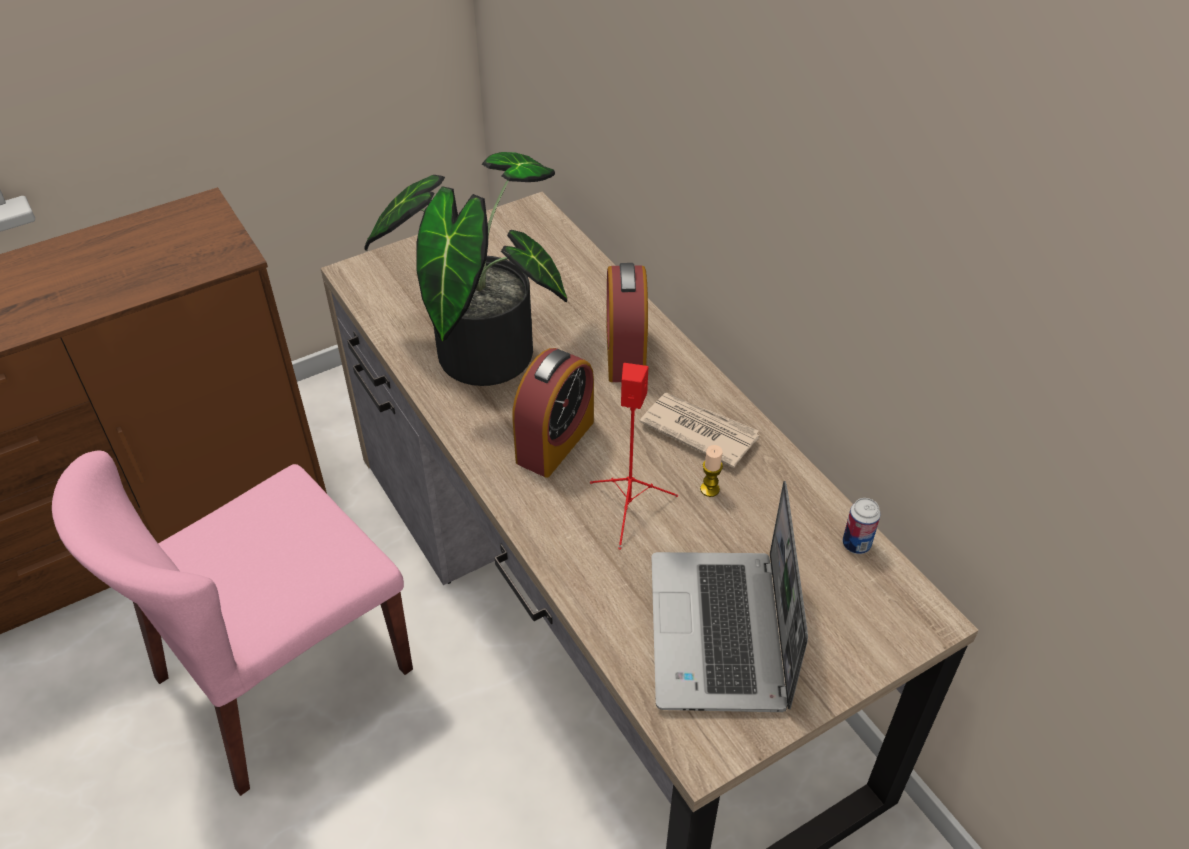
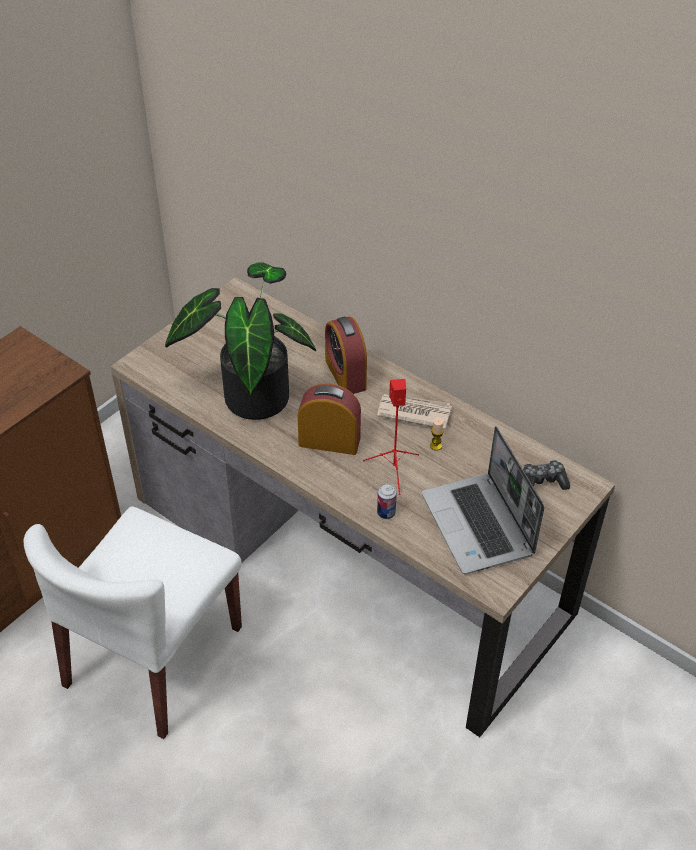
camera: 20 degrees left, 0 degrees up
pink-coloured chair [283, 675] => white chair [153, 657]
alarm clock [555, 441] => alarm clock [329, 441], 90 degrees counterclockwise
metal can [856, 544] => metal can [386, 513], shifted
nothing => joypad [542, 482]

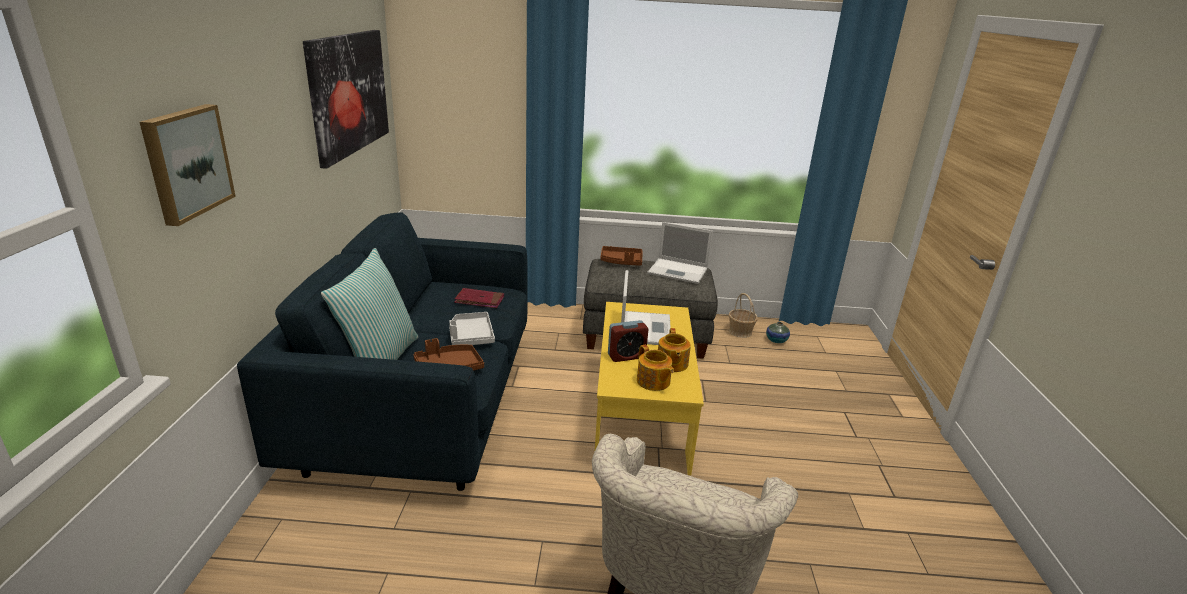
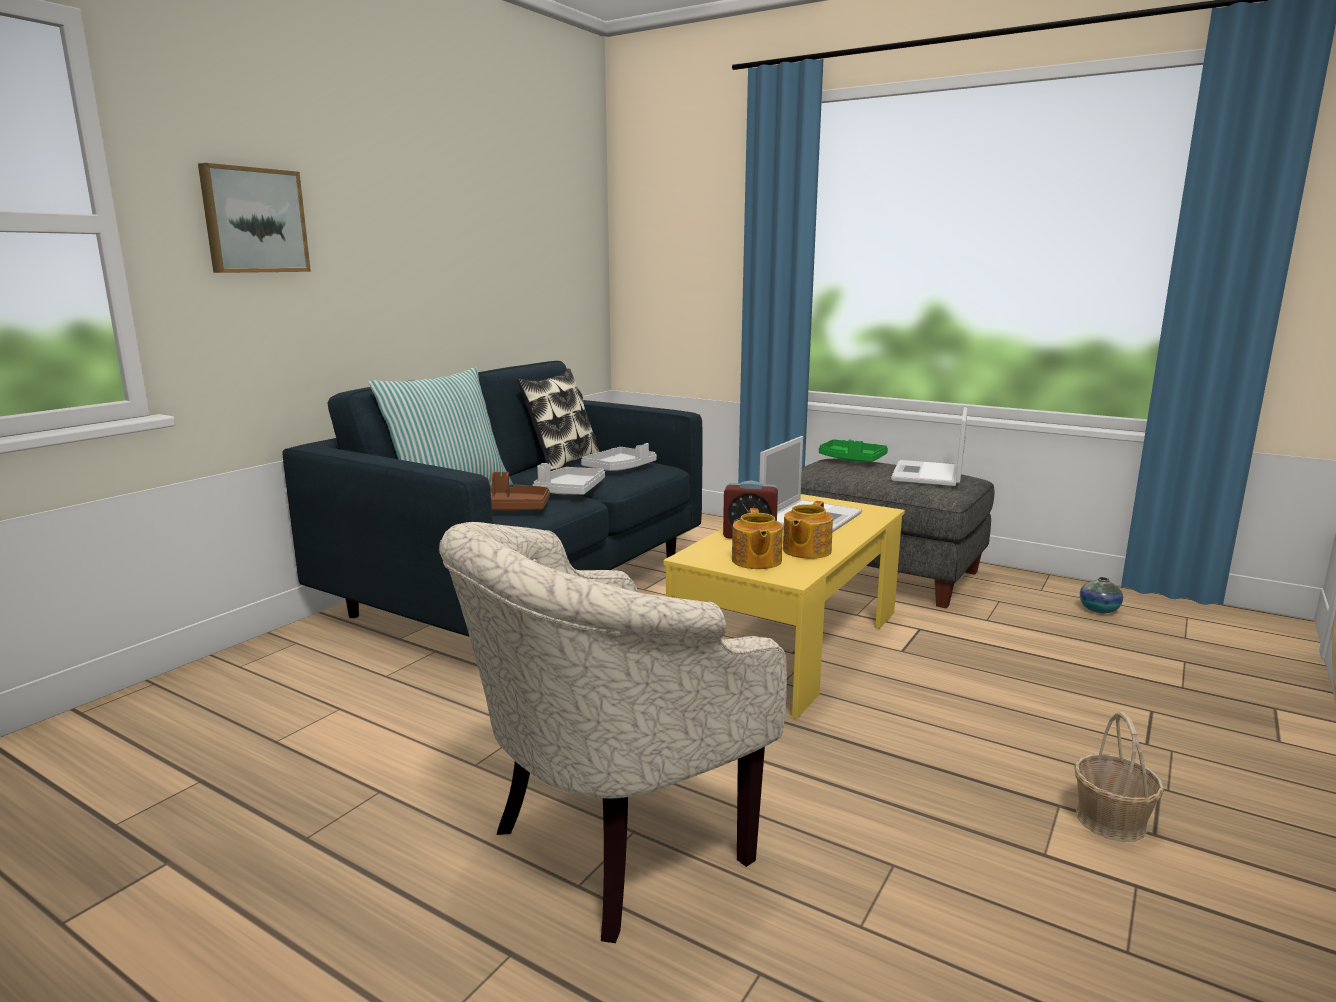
camera: 30 degrees right, 10 degrees down
nothing => throw pillow [562, 462]
red book [479, 300] => grey serving tray [620, 469]
brown serving tray [621, 262] => green-coloured serving tray [851, 460]
portable computer [679, 271] => portable computer [928, 474], 60 degrees clockwise
basket [740, 332] => basket [1110, 821], shifted
picture [348, 93] => nothing

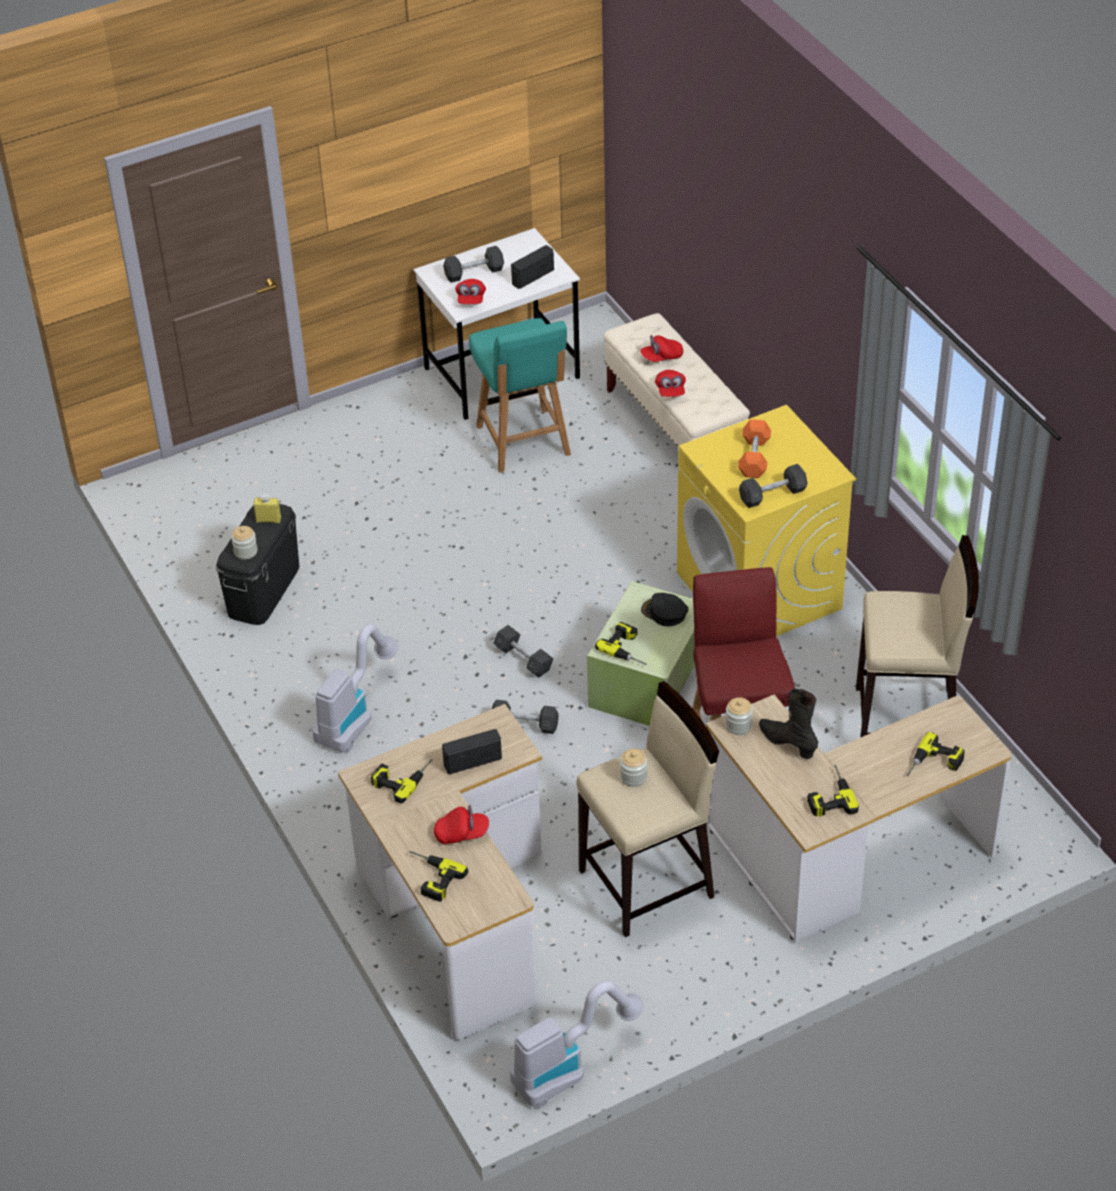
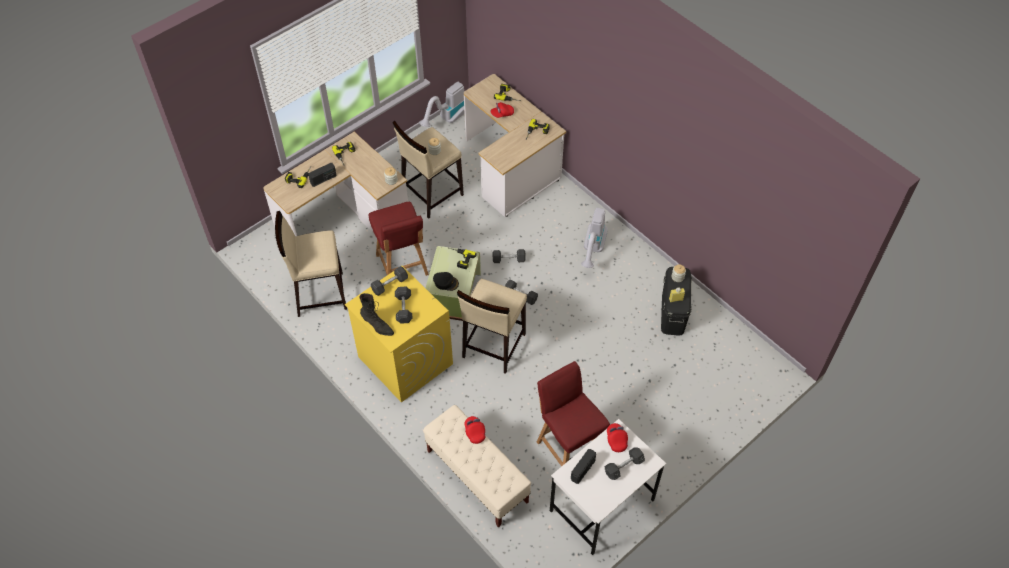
camera: 165 degrees right, 10 degrees up
radio set [472, 761] => radio set [323, 179], shifted
black tall boot [787, 743] => black tall boot [377, 326], shifted
orange free weight [754, 457] => grey free weight [404, 308]
nothing => beige-coloured stool [493, 346]
blue-green chair [523, 442] => red chair [568, 447]
red peaked cap [661, 357] => nothing

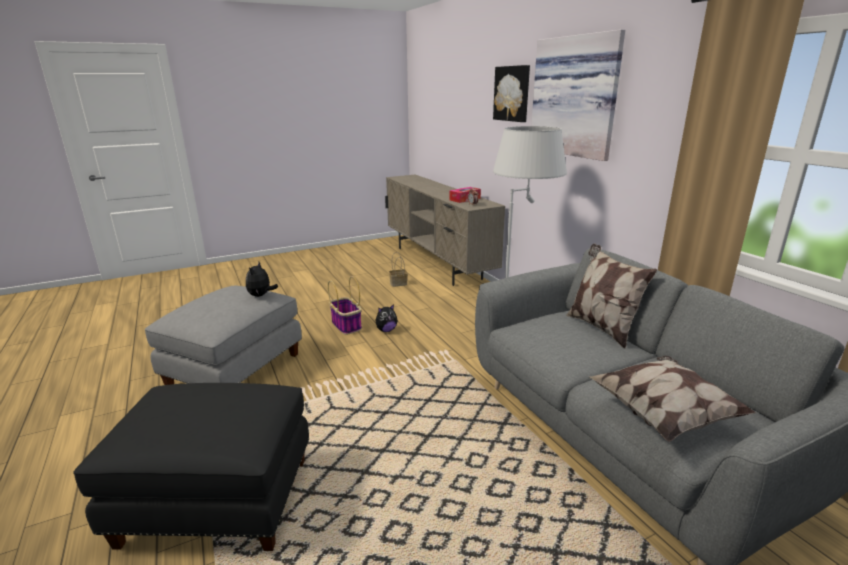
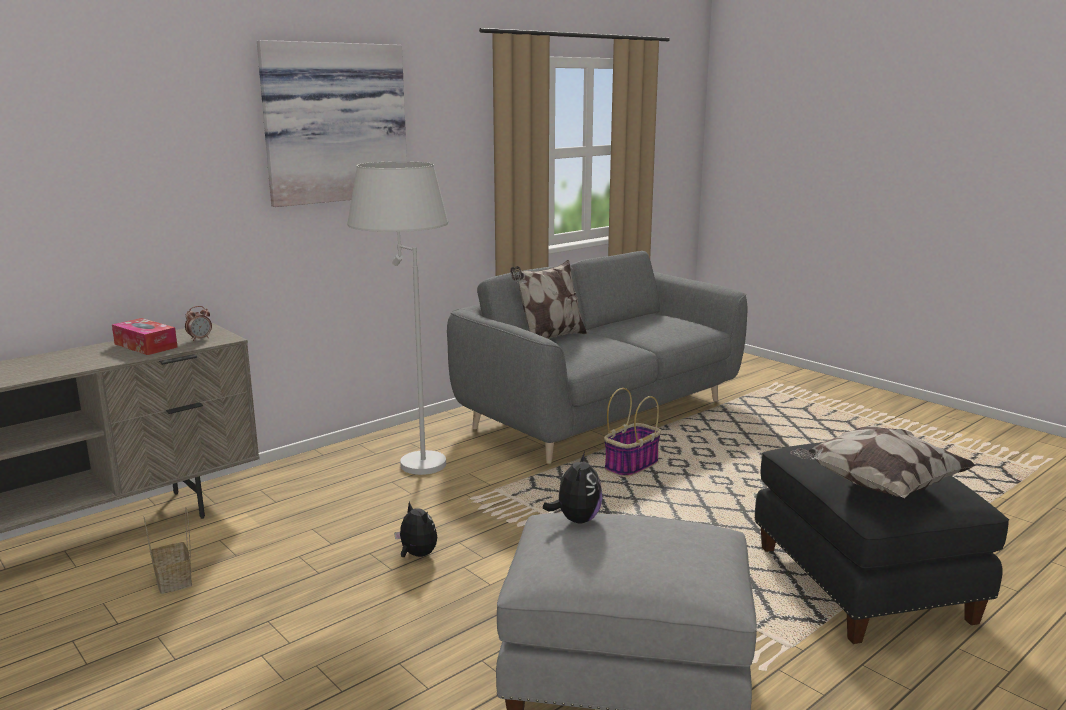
camera: 105 degrees left, 5 degrees down
plush toy [261, 295] => plush toy [576, 520], 75 degrees counterclockwise
basket [347, 325] => basket [631, 465], shifted
throw pillow [663, 414] => throw pillow [877, 486], shifted
picture [512, 93] => nothing

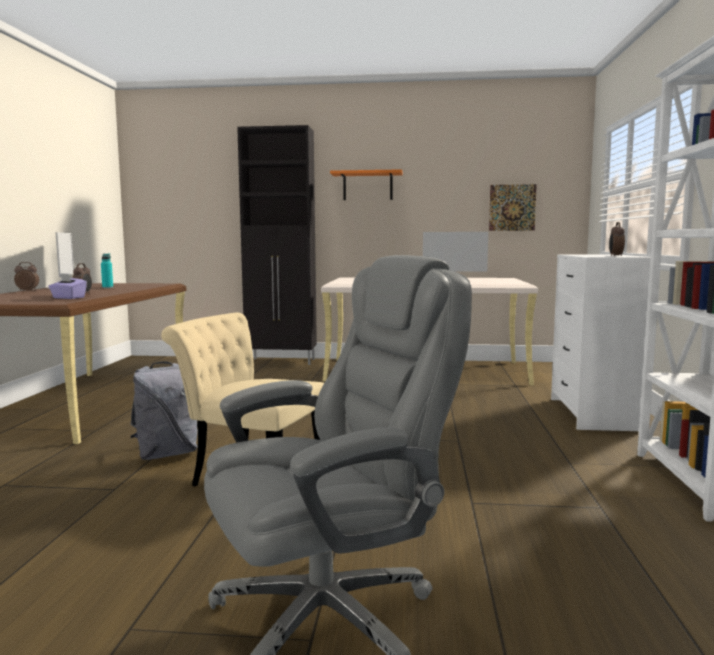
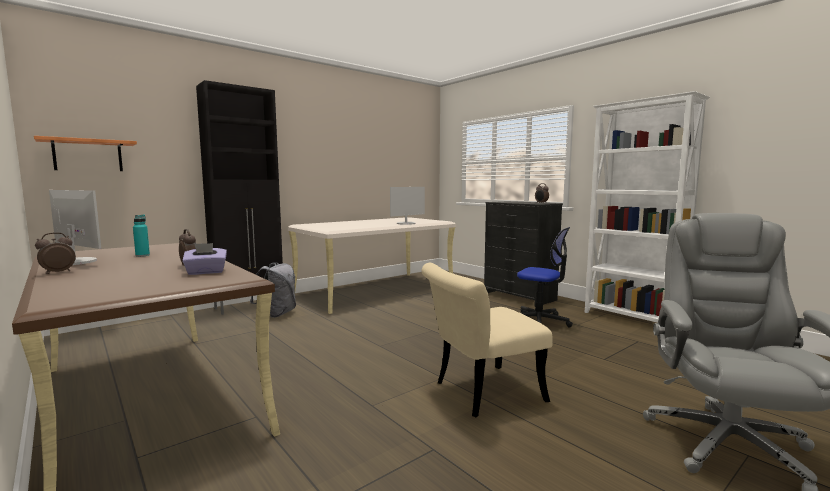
camera: 45 degrees left, 0 degrees up
orange bracket shelf [367, 186] => orange bracket shelf [88, 155], shifted
grey knapsack [167, 454] => grey knapsack [277, 314], shifted
white drawer chest [592, 414] => black drawer chest [519, 297]
nothing => office chair [540, 321]
picture [512, 207] => nothing

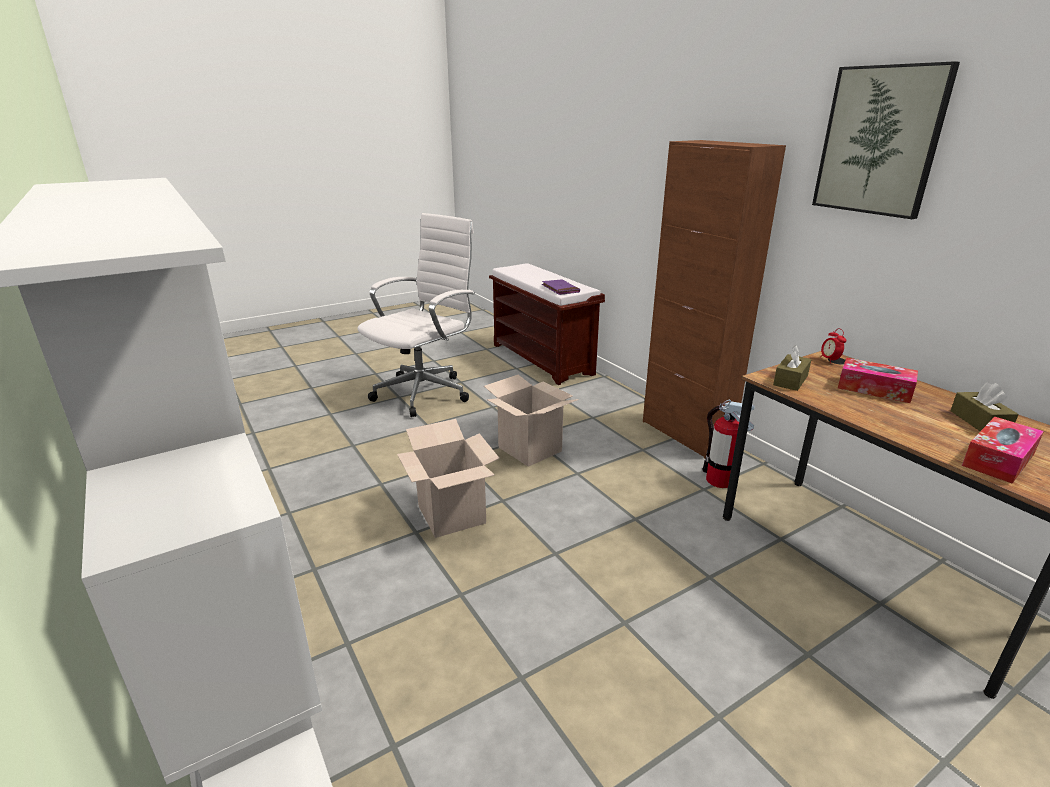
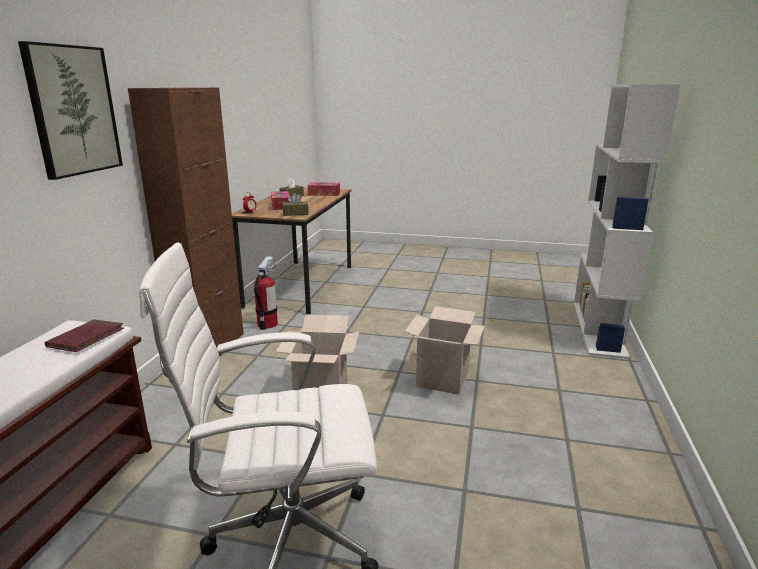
camera: 135 degrees left, 5 degrees down
picture [880, 141] => picture [73, 110], shifted
purplish book [560, 289] => red book [86, 338]

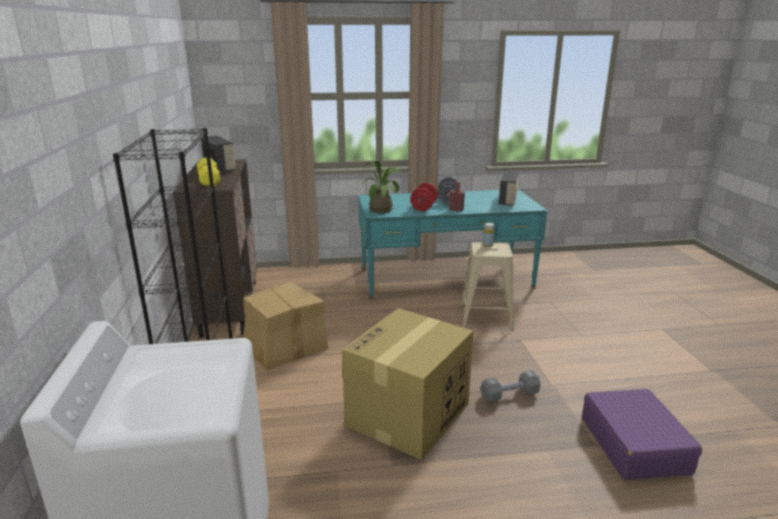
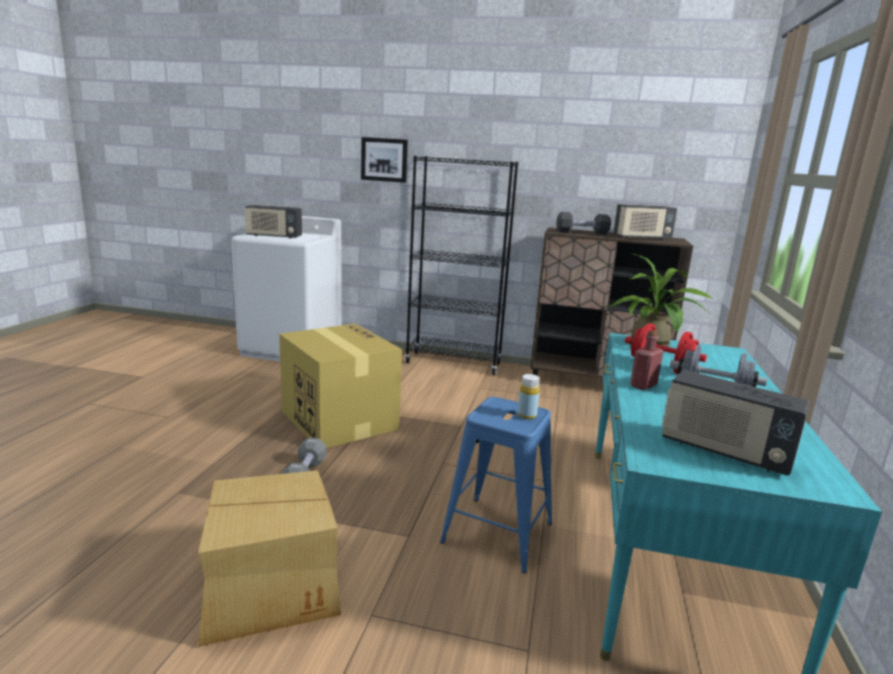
camera: 110 degrees right, 5 degrees down
packing box [284, 346] => packing box [269, 588], shifted
nothing => radio set [274, 236]
nothing => picture [384, 160]
beige-coloured stool [486, 317] => bluish stool [498, 533]
yellow-coloured free weight [209, 181] => black free weight [582, 232]
purplish piece of luggage [634, 444] => nothing

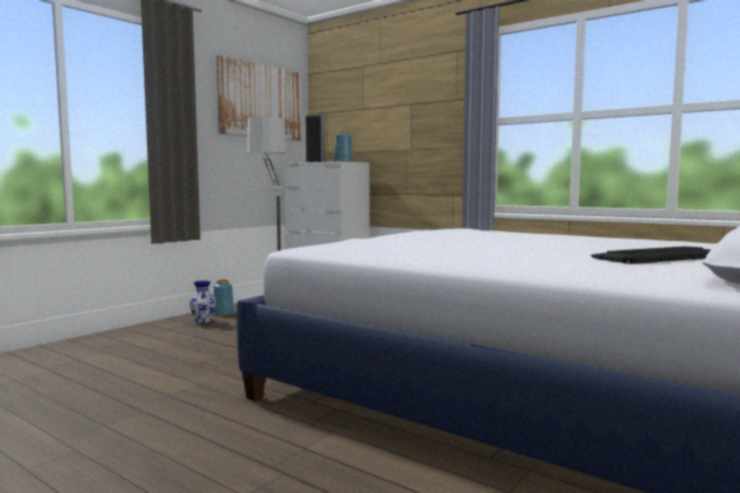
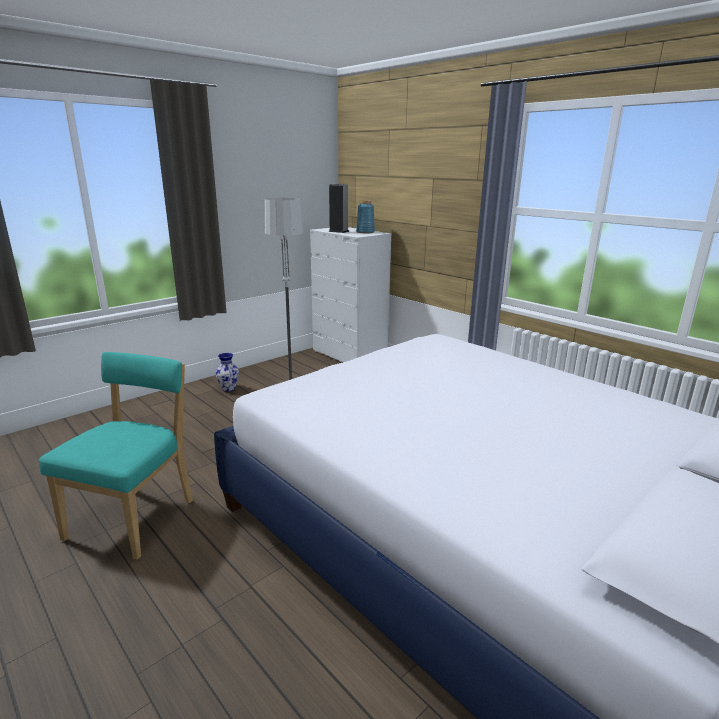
camera: 10 degrees right, 15 degrees up
nothing => blue-green chair [136, 516]
bluish flower vase [223, 314] => nothing
picture [261, 101] => nothing
computer keyboard [651, 257] => nothing

